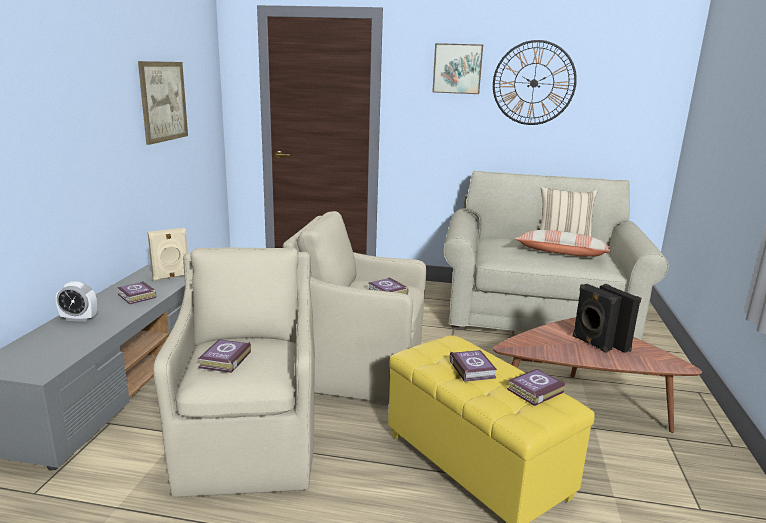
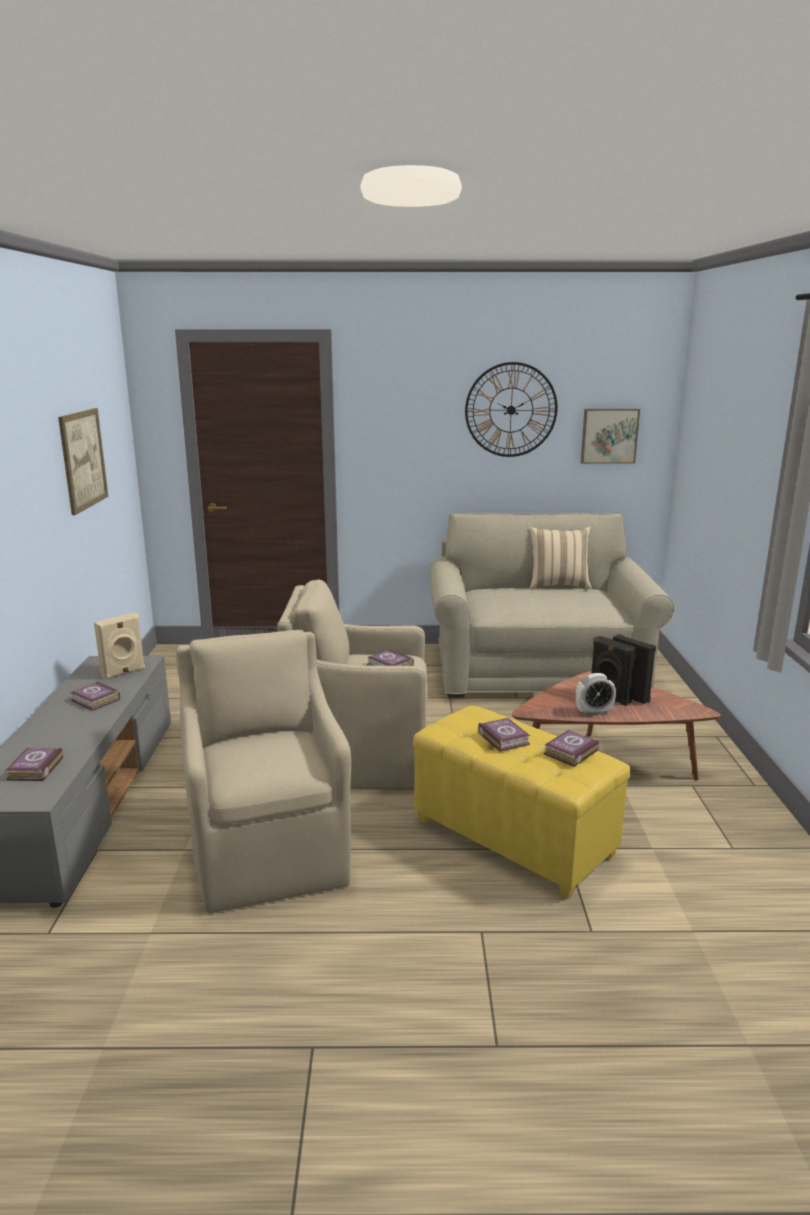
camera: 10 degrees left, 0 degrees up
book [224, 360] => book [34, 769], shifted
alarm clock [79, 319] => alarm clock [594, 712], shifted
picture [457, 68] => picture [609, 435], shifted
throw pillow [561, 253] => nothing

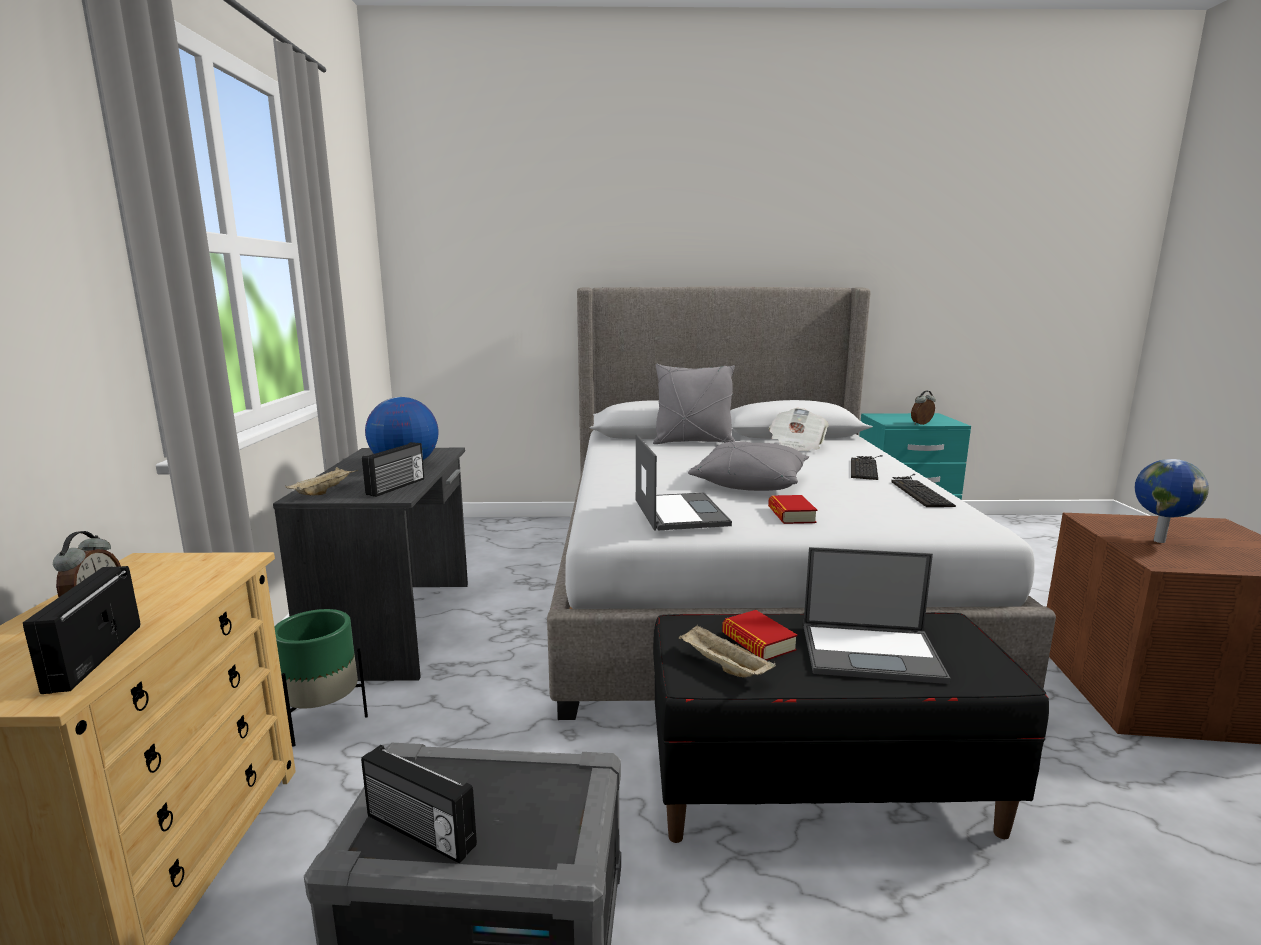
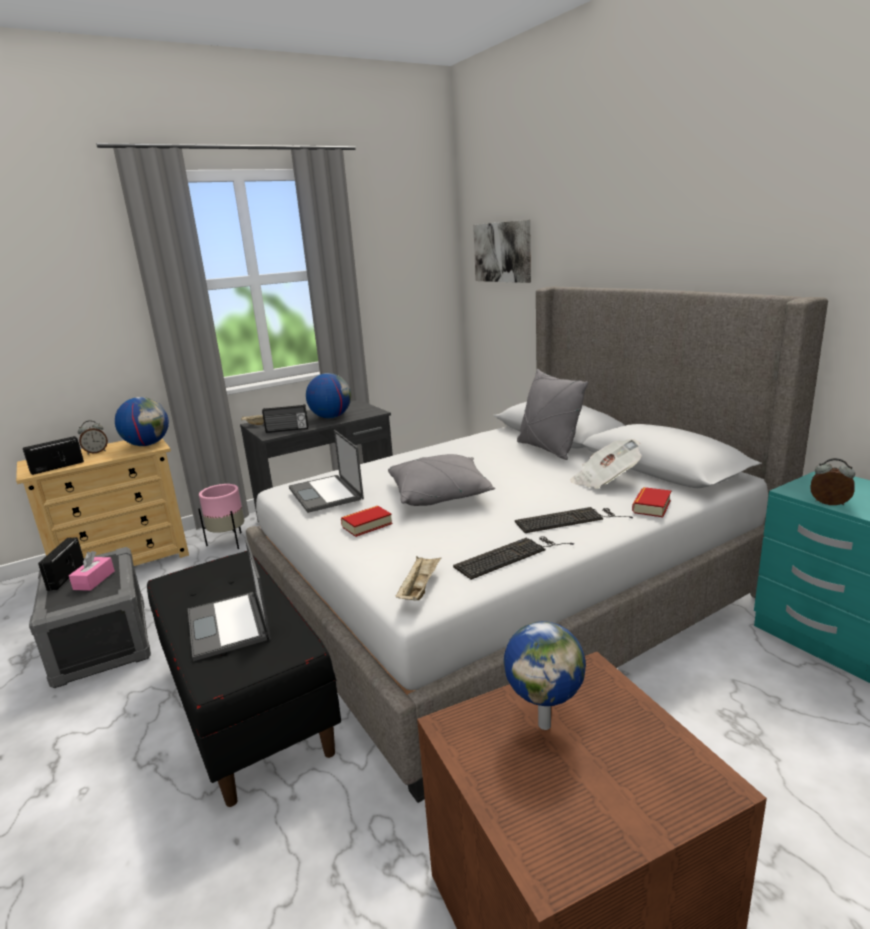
camera: 60 degrees right, 5 degrees up
nothing => pink-coloured tissue holder [94, 580]
nothing => globe [147, 444]
green-coloured planter [324, 721] => pink-coloured planter [229, 542]
portable computer [679, 512] => portable computer [326, 494], 105 degrees clockwise
beige-coloured serving tray [722, 666] => beige-coloured serving tray [419, 589], shifted
nothing => picture [502, 252]
book [758, 642] => book [651, 506], shifted

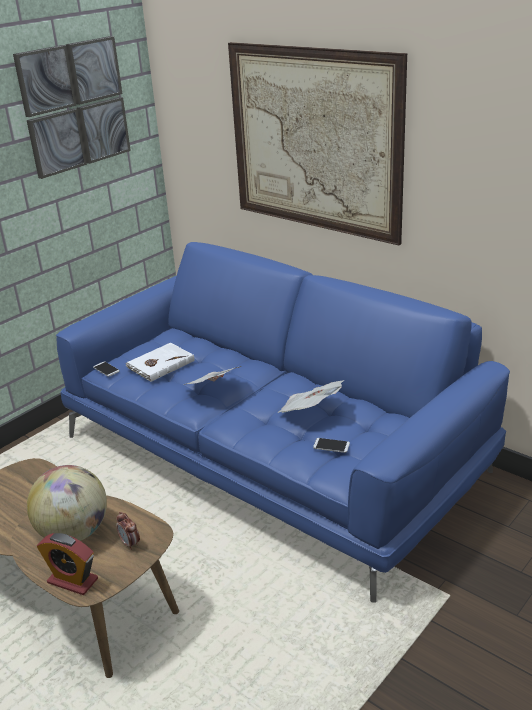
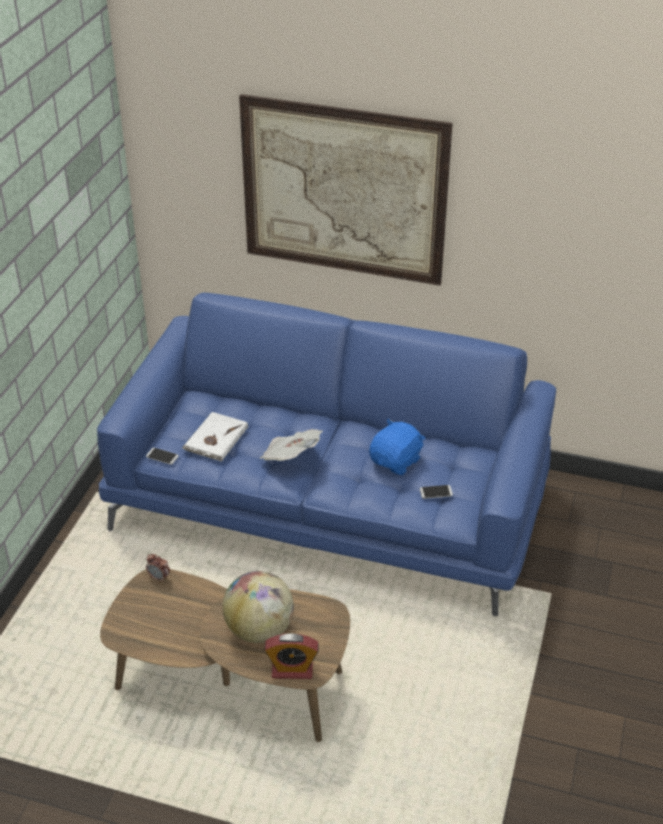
camera: 25 degrees left, 10 degrees up
alarm clock [130, 543] => alarm clock [159, 577], shifted
newspaper [310, 411] => bluish plush toy [396, 461]
picture [75, 106] => nothing

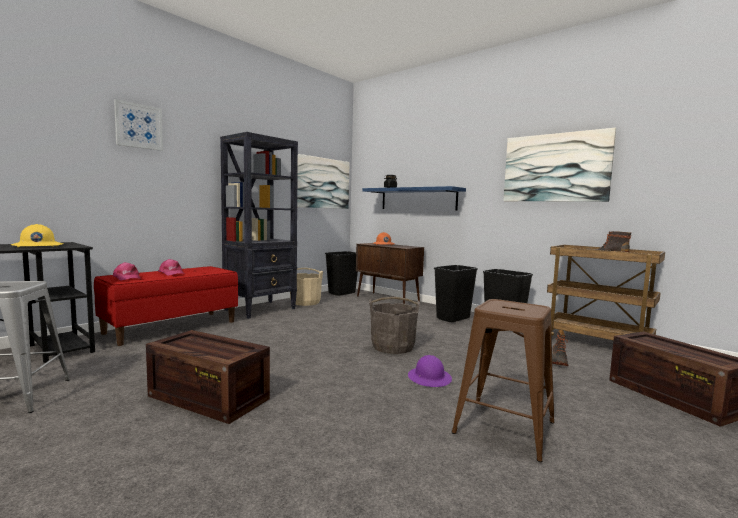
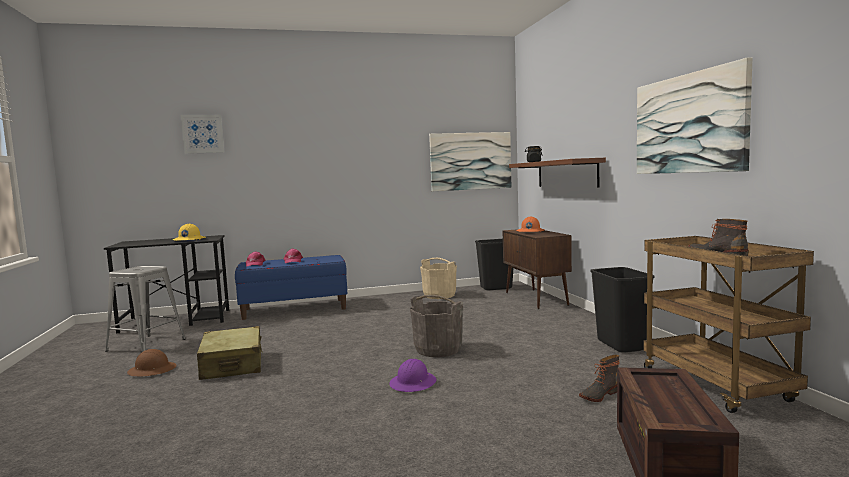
camera: 35 degrees right, 0 degrees up
nothing => brown safety helmet [152, 370]
picture [139, 126] => picture [203, 134], shifted
shipping crate [206, 398] => beige-coloured piece of luggage [232, 365]
red bench [172, 327] => bluish bench [295, 309]
bluish bracket shelf [417, 199] => brown bracket shelf [566, 173]
black bookcase [261, 309] => nothing
black waste bin [453, 319] => nothing
brown stool [504, 427] => nothing

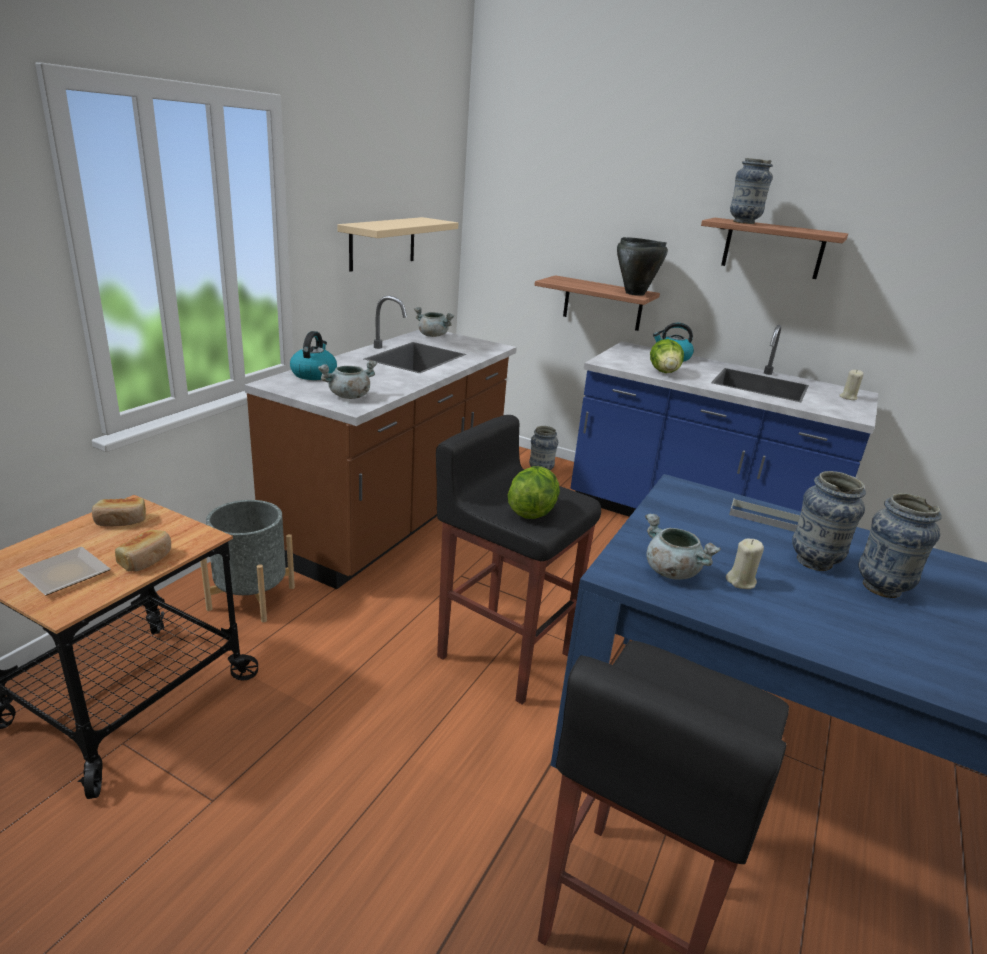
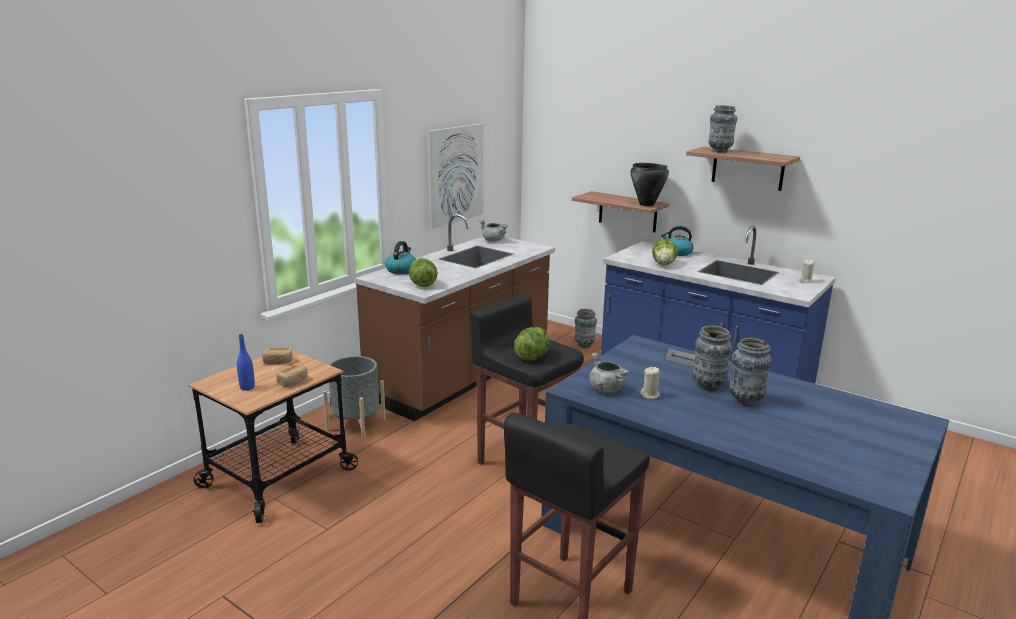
camera: 10 degrees right, 5 degrees down
dinner plate [62, 574] => bluish beverage bottle [247, 387]
grey saucepot [349, 396] => head of lettuce [422, 285]
beige-coloured bracket shelf [382, 243] => picture [456, 175]

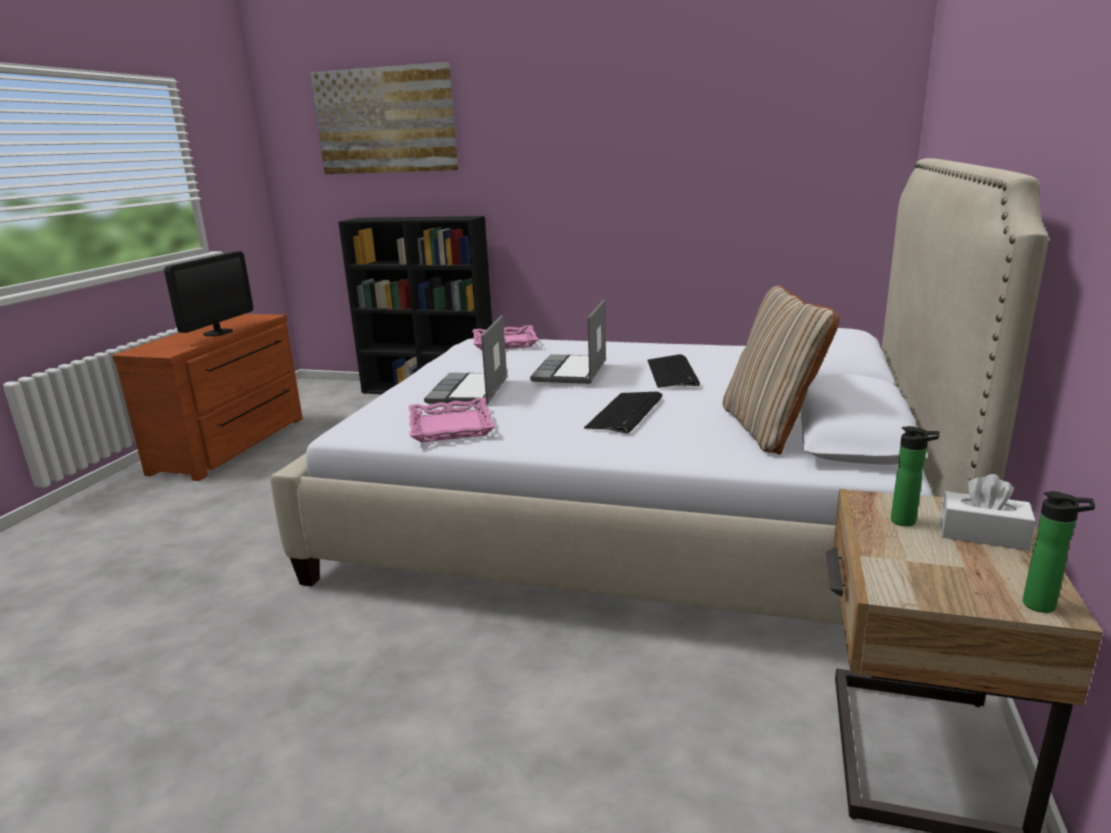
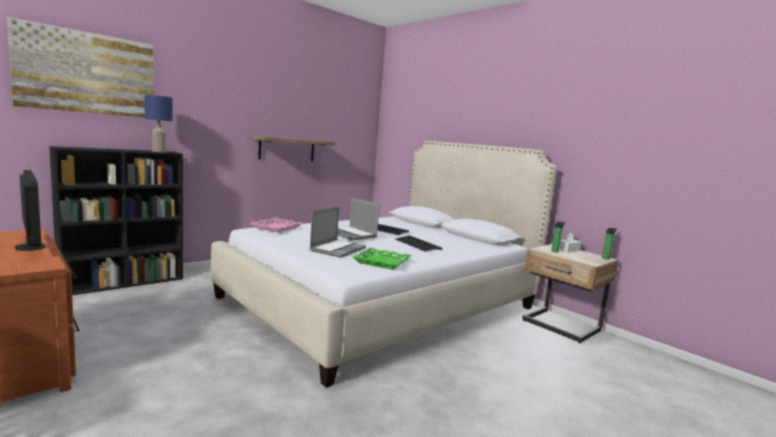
camera: 60 degrees left, 10 degrees down
nothing => bluish lamp for a table [158, 151]
nothing => bracket shelf [287, 149]
portable computer [469, 391] => portable computer [337, 249], 105 degrees counterclockwise
pink-coloured serving tray [451, 427] => green-coloured serving tray [382, 262]
beige-coloured throw pillow [770, 428] => nothing

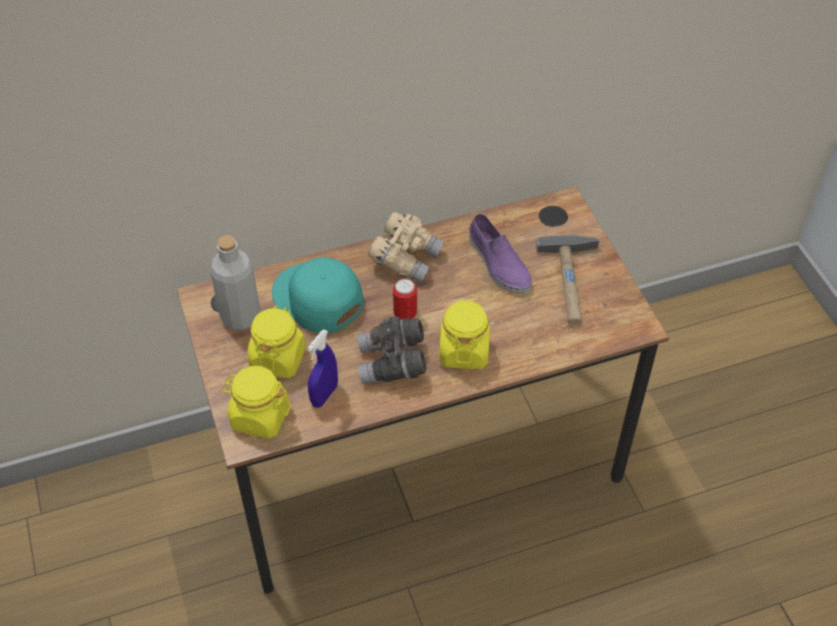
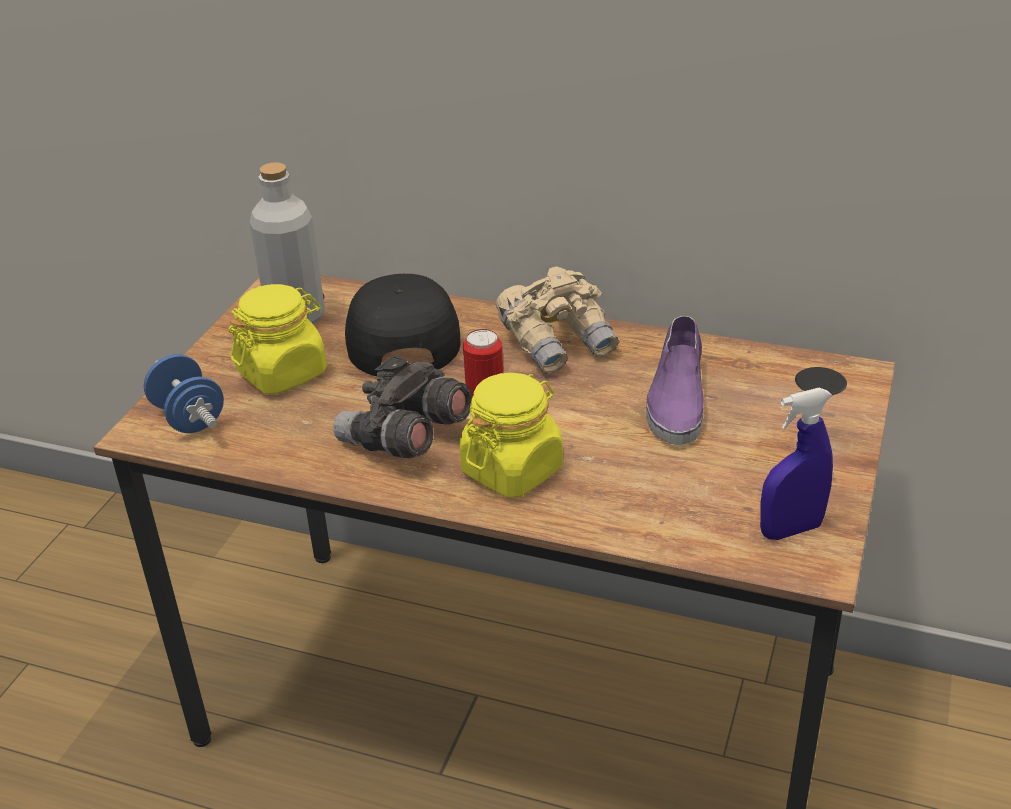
camera: 40 degrees right, 15 degrees down
yellow-coloured jar [260, 417] => bluish free weight [189, 417]
blue-green peaked cap [317, 299] => black peaked cap [400, 338]
bluish hand sprayer [324, 395] => bluish hand sprayer [791, 530], shifted
hand hammer [571, 282] => nothing

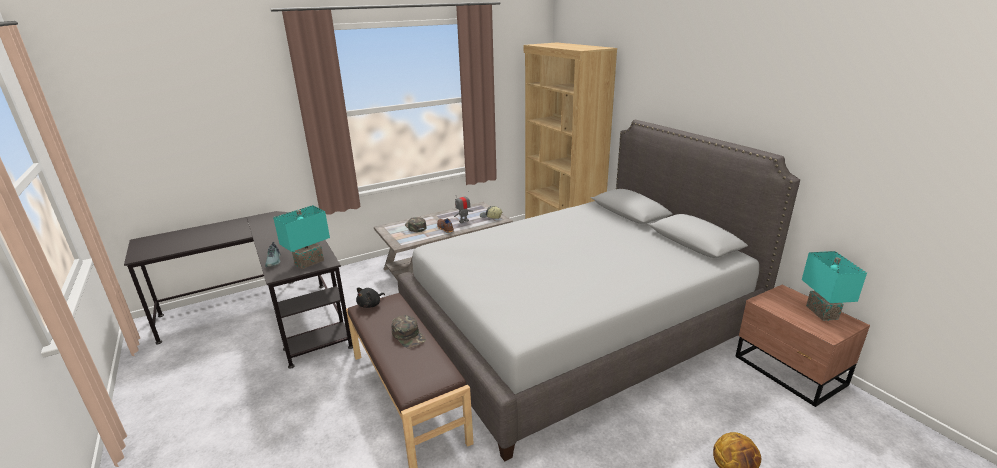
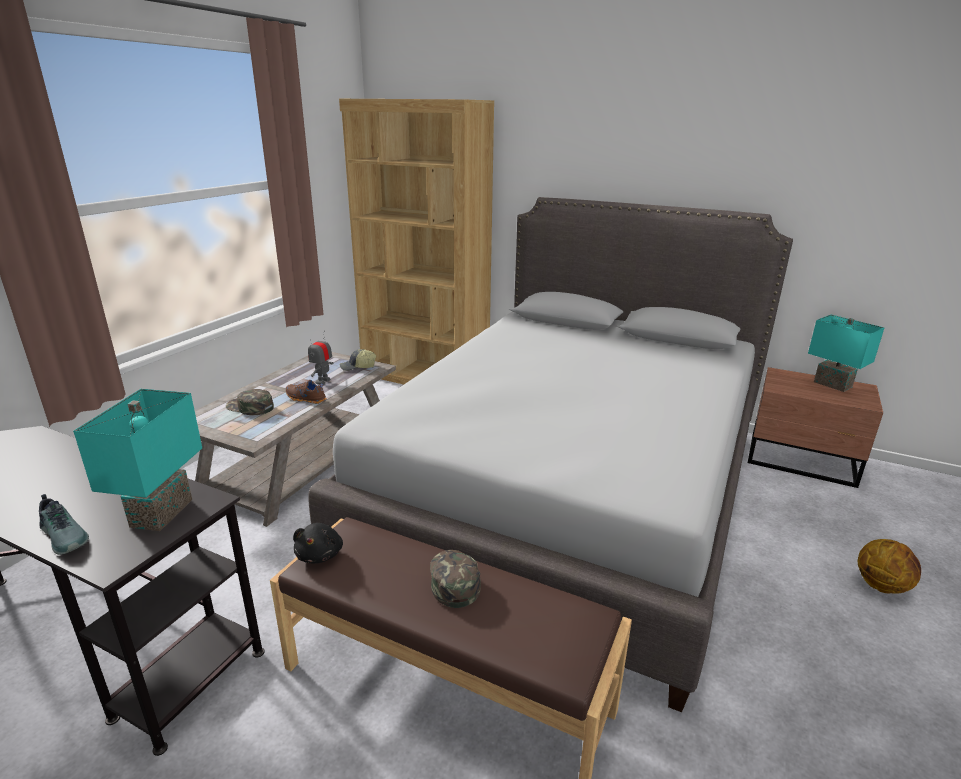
camera: 35 degrees left, 0 degrees up
green-coloured peaked cap [408, 335] => green-coloured peaked cap [453, 579], 120 degrees counterclockwise

